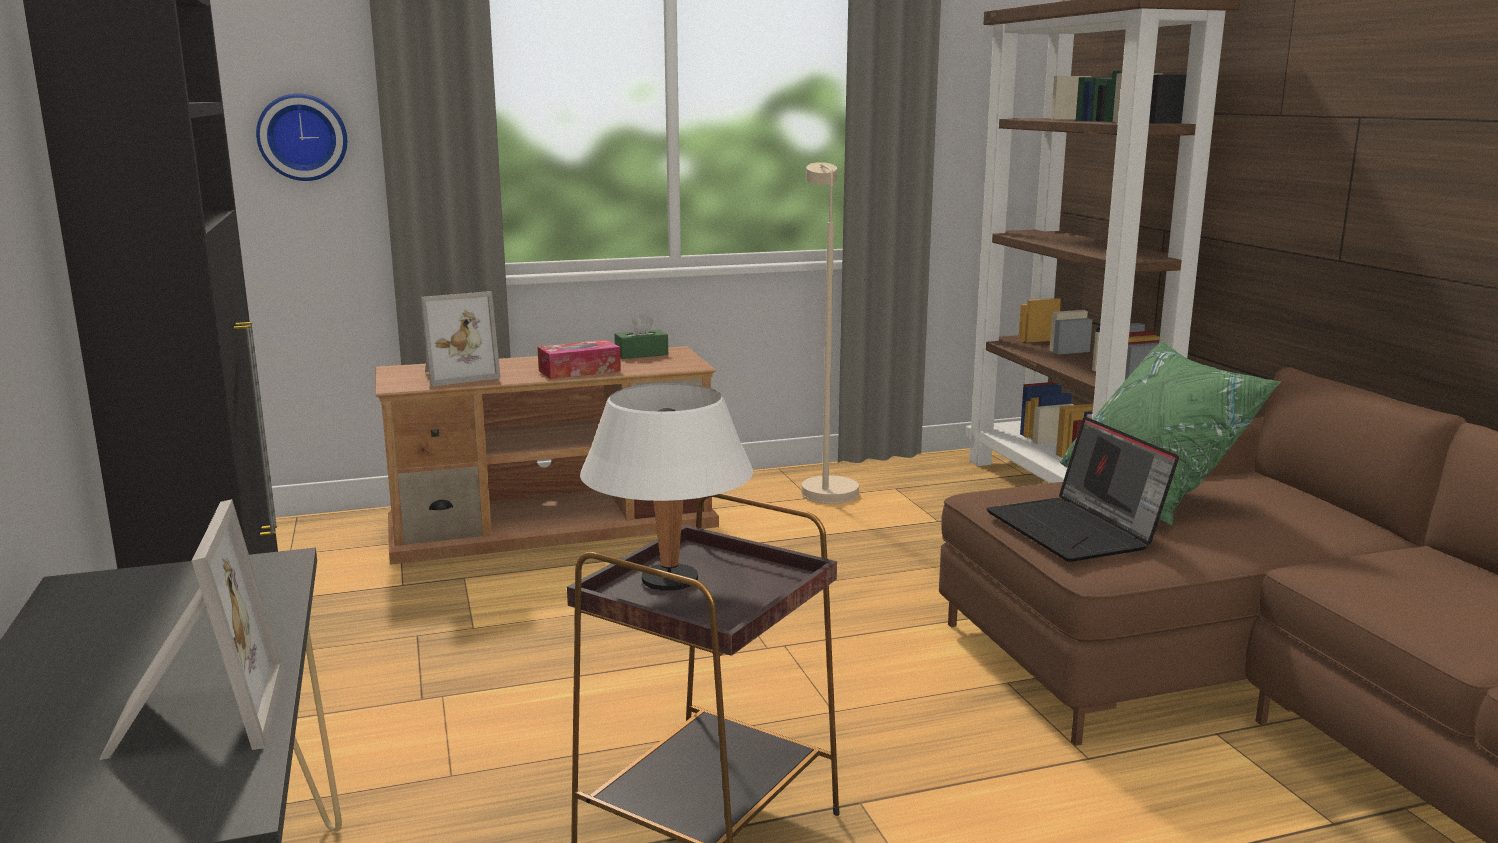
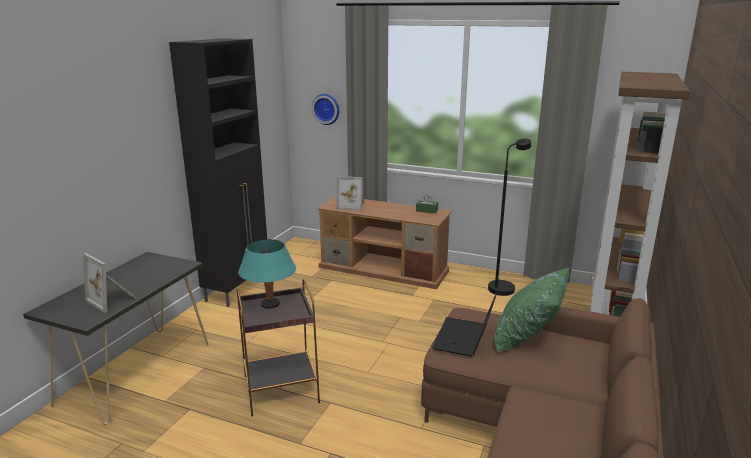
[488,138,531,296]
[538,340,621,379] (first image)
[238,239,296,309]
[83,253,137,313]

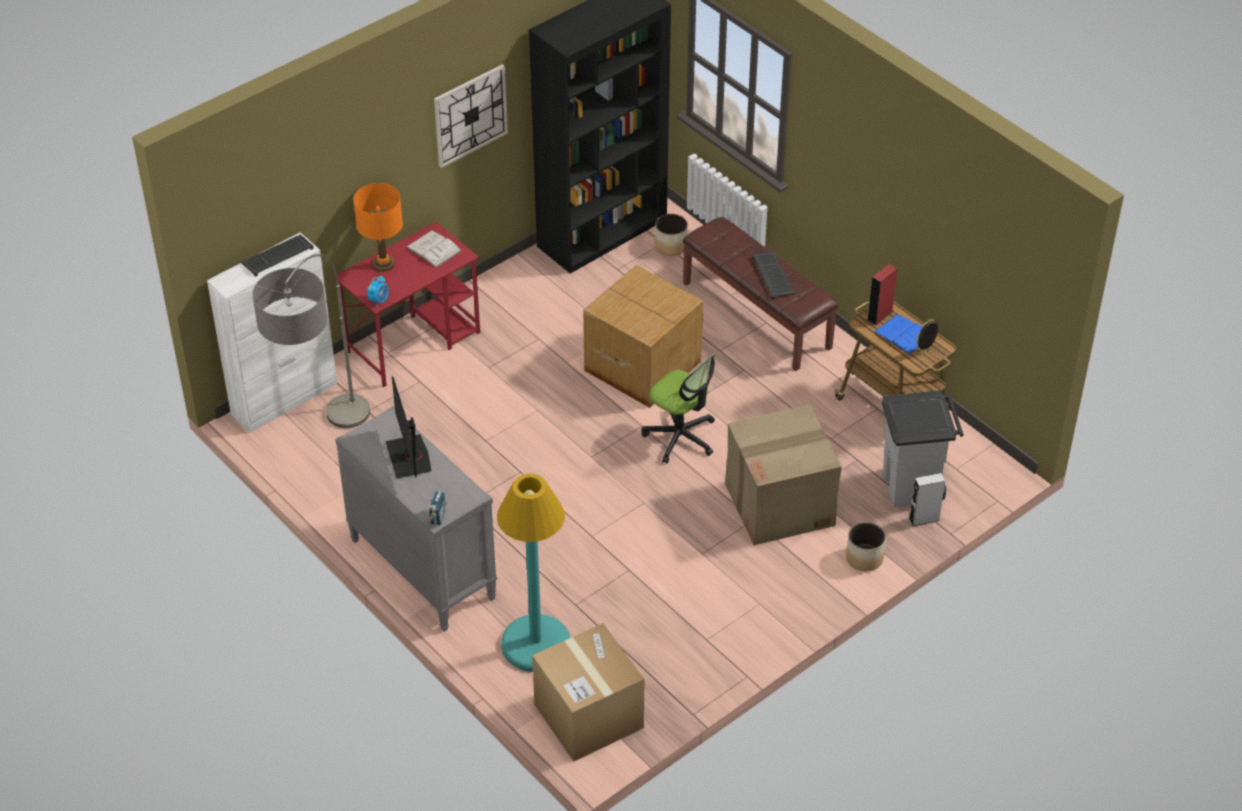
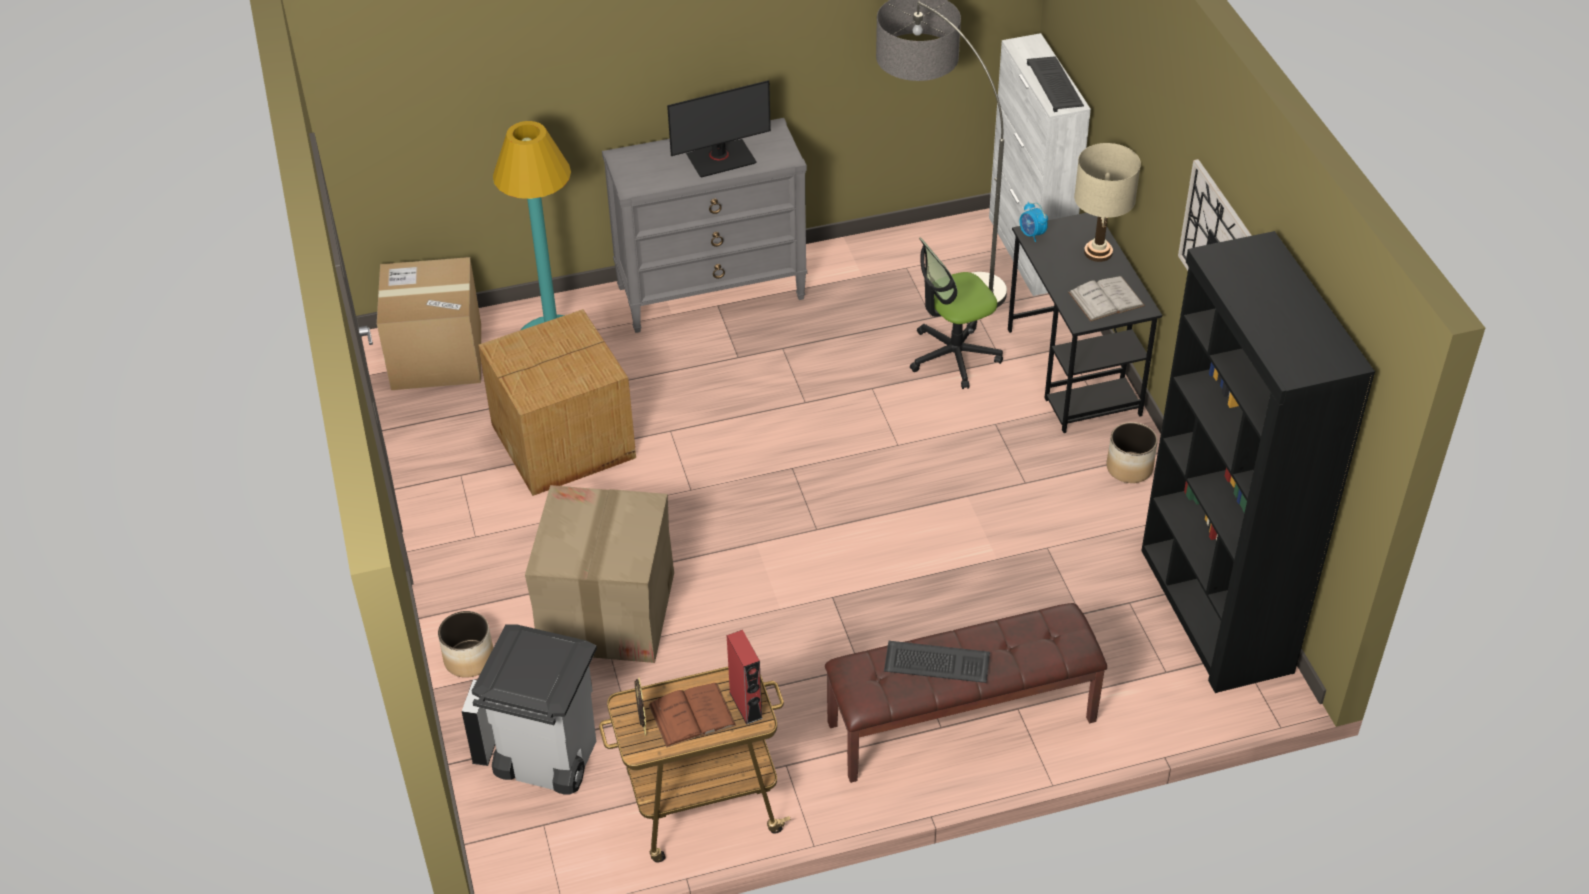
[1074,143,1141,262]
[1107,422,1158,483]
[1008,213,1162,433]
[478,309,636,496]
[649,683,736,748]
[910,237,1003,389]
[667,80,771,178]
[427,491,447,525] (first image)

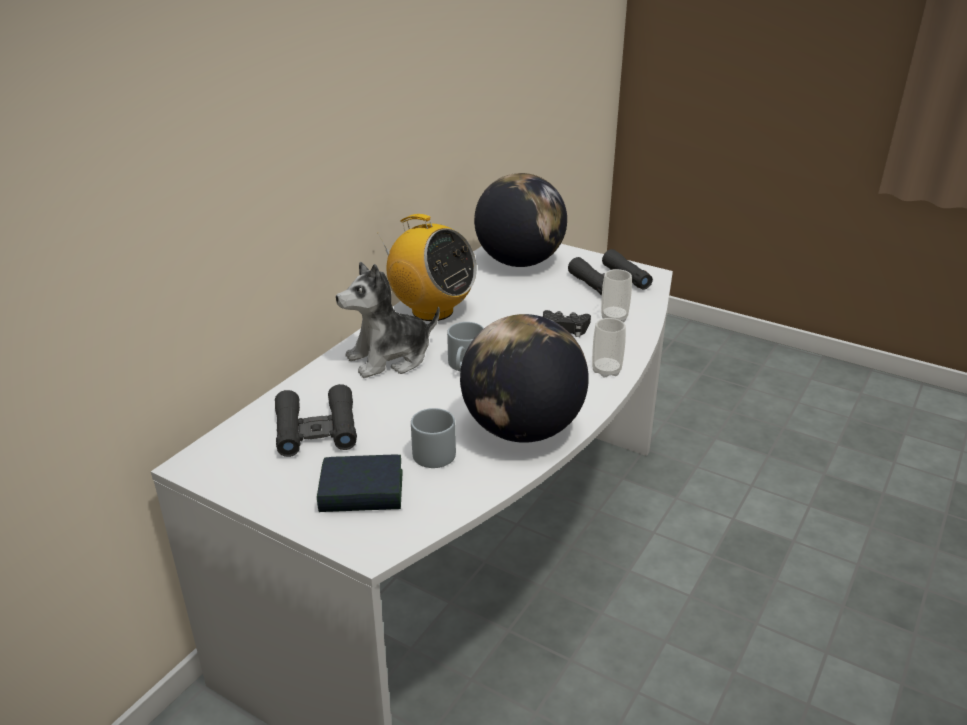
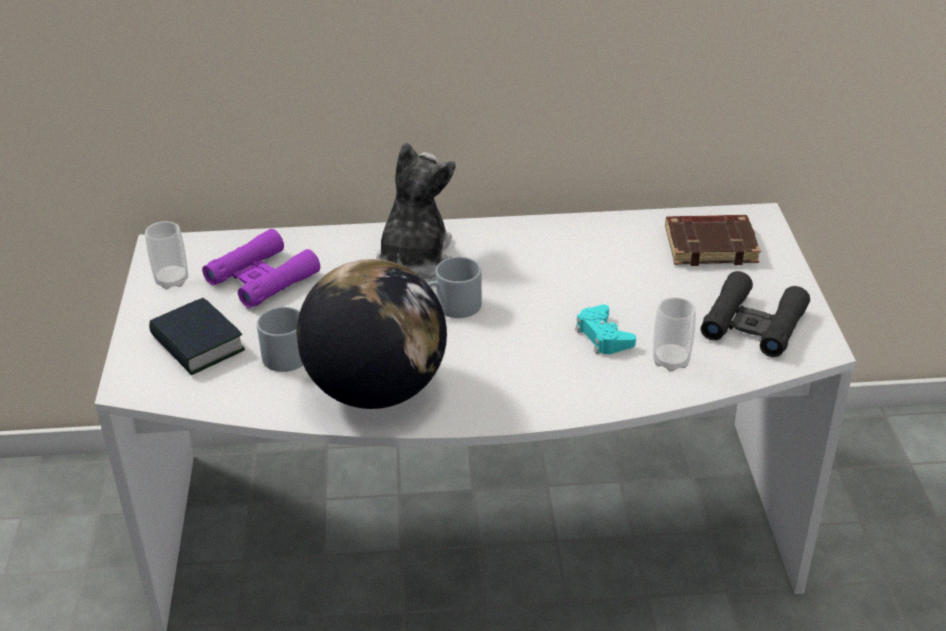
[665,215,761,266]
[378,214,477,321] (first image)
[376,142,456,279]
[576,305,636,354]
[145,221,188,290]
[202,229,320,308]

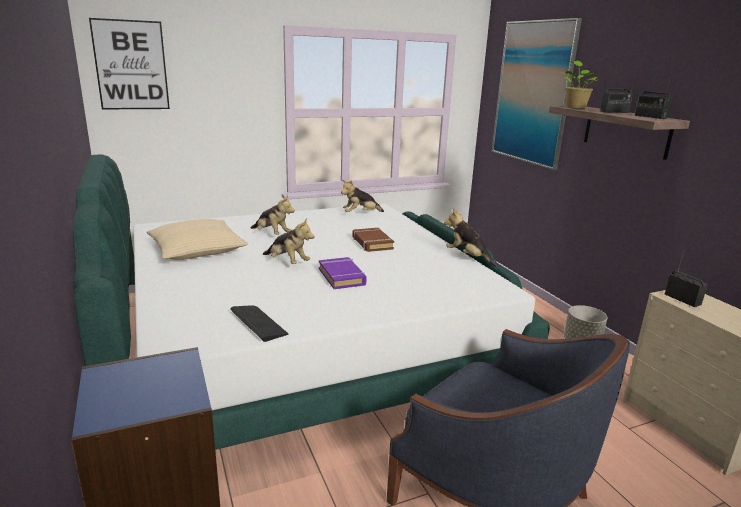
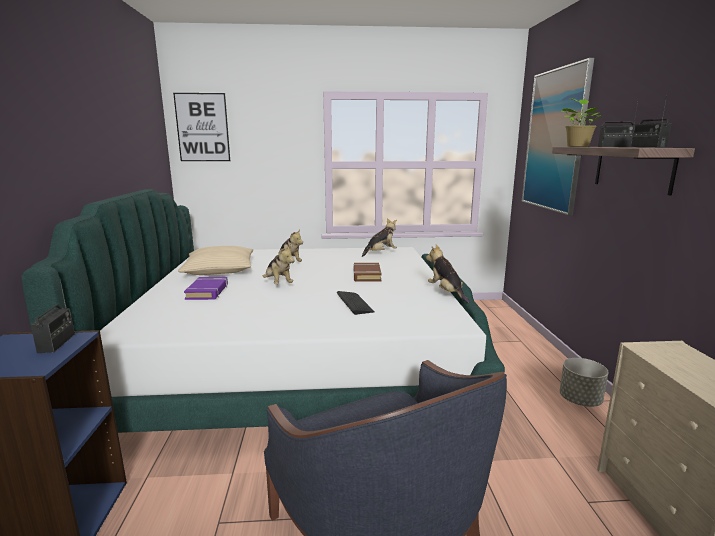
[362,218,397,257]
[31,279,75,353]
[184,277,228,300]
[337,291,375,315]

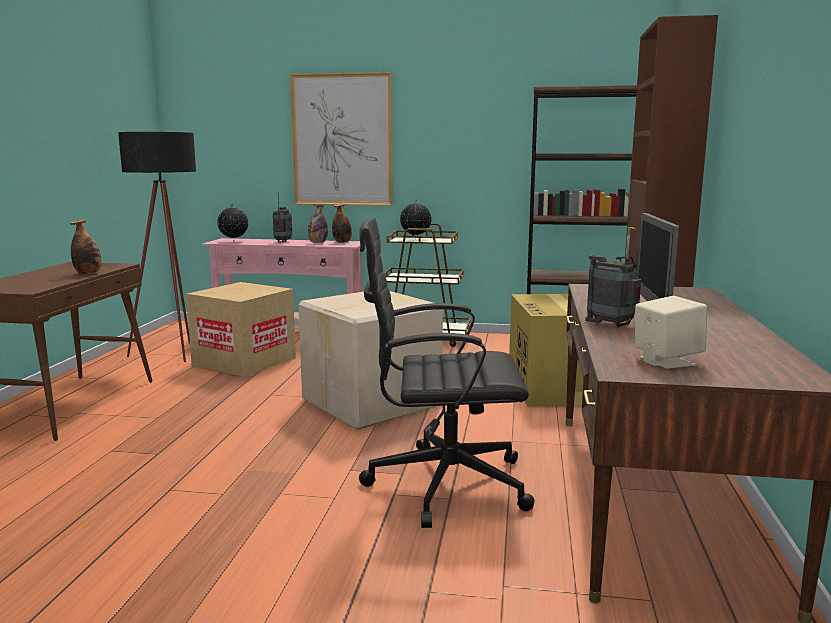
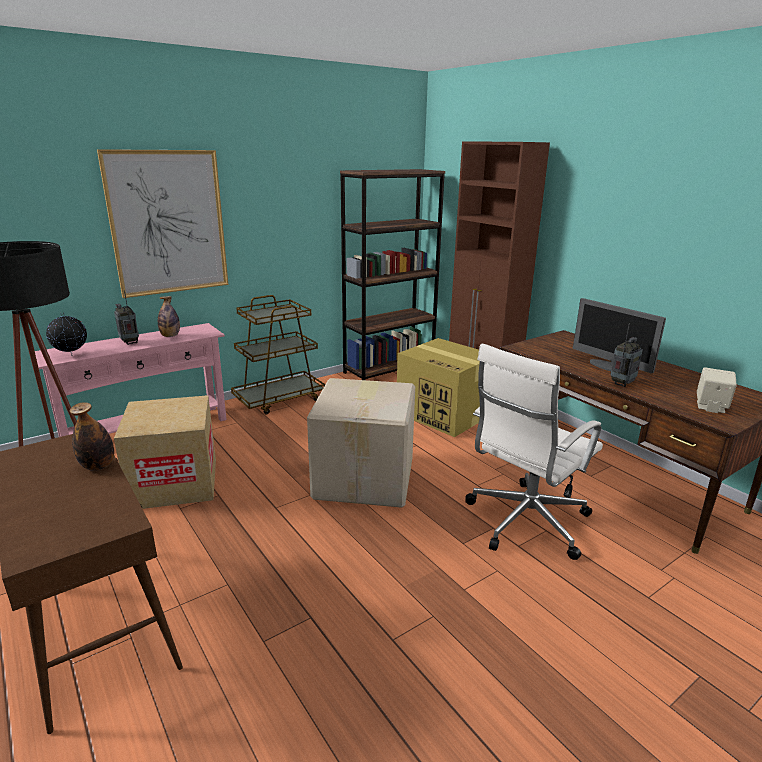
[400,199,432,239] (first image)
[332,204,352,243] (first image)
[465,343,603,560]
[610,323,643,387]

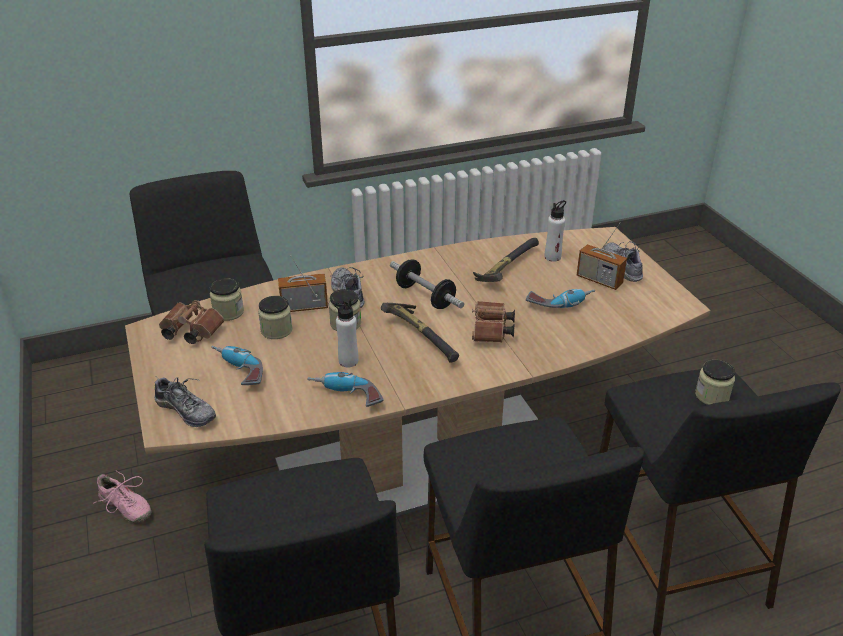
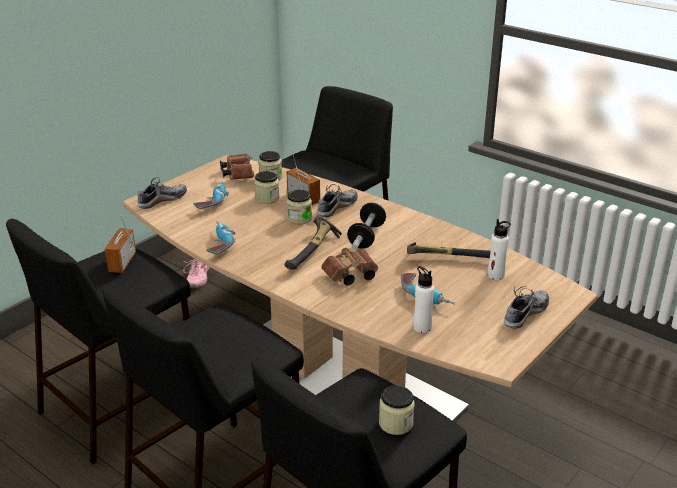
[105,215,136,273]
[413,266,434,333]
[137,177,187,209]

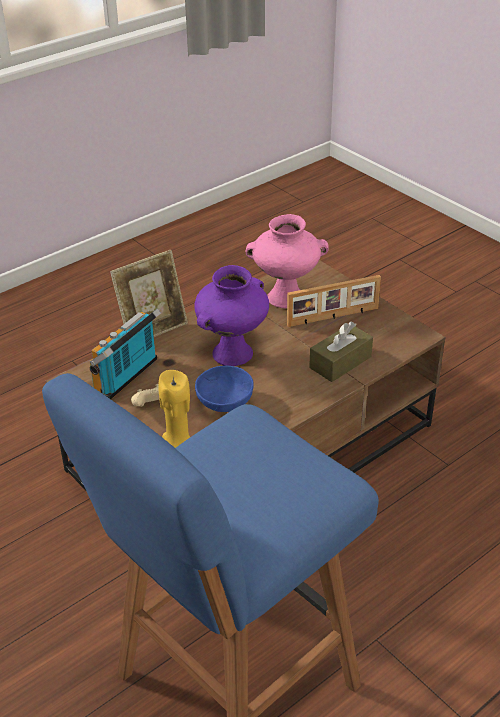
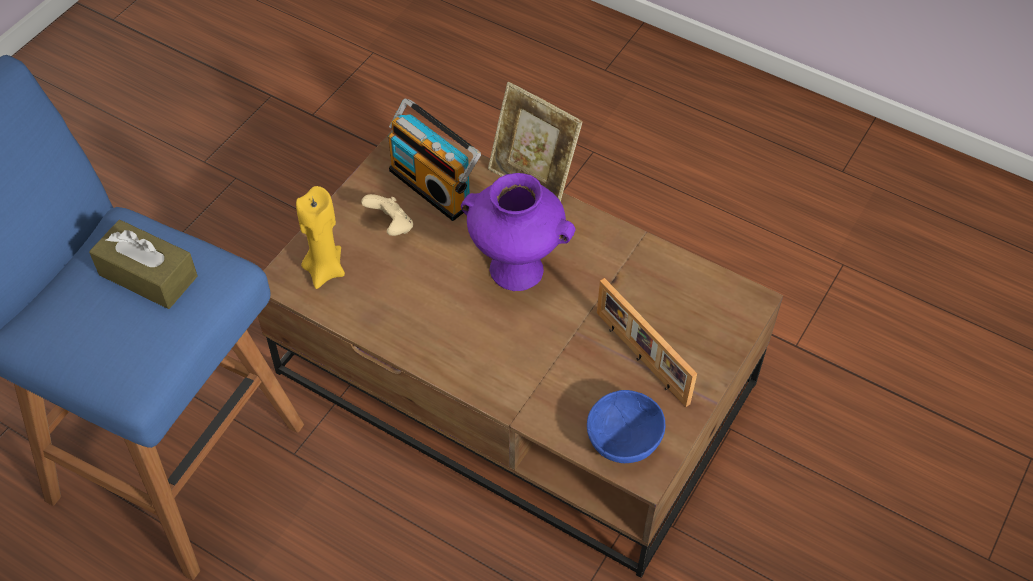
[246,214,329,309] (first image)
[388,99,481,221]
[89,220,198,309]
[587,390,665,463]

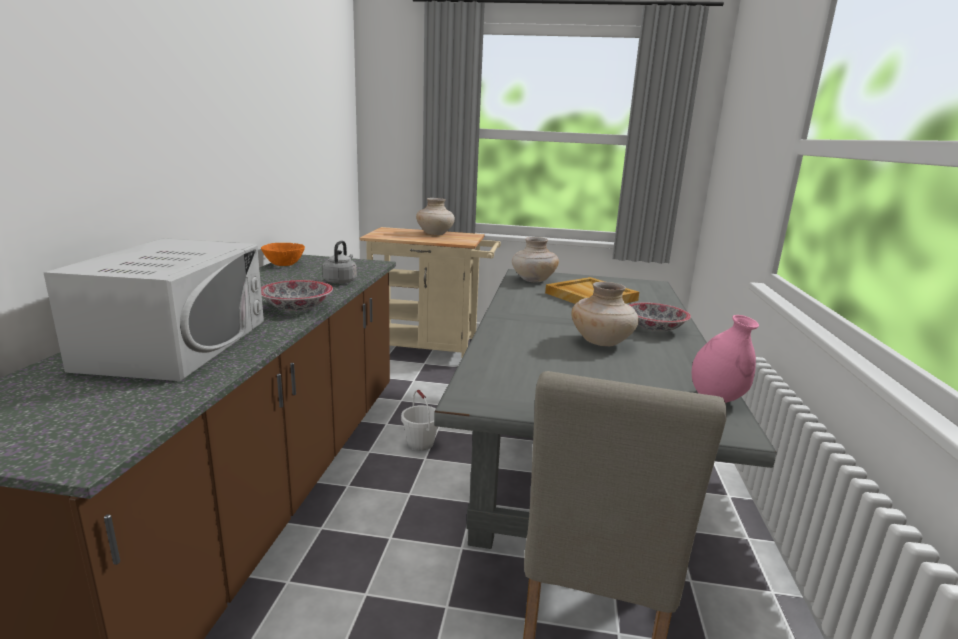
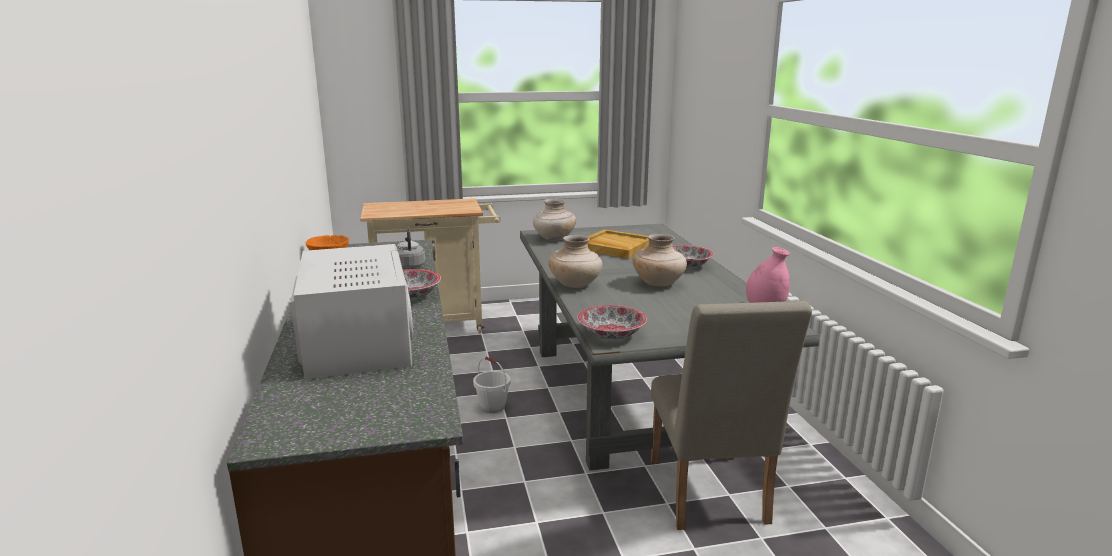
[548,235,603,288]
[577,305,647,339]

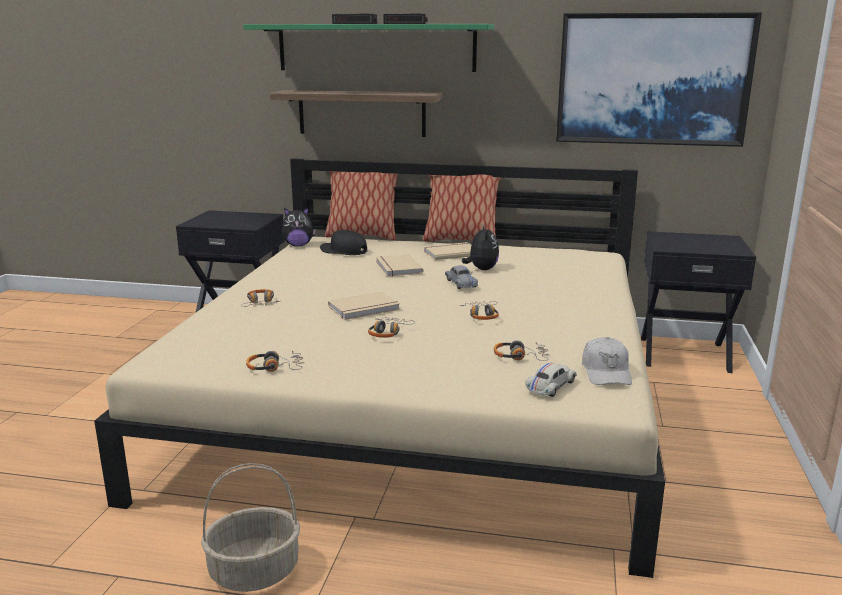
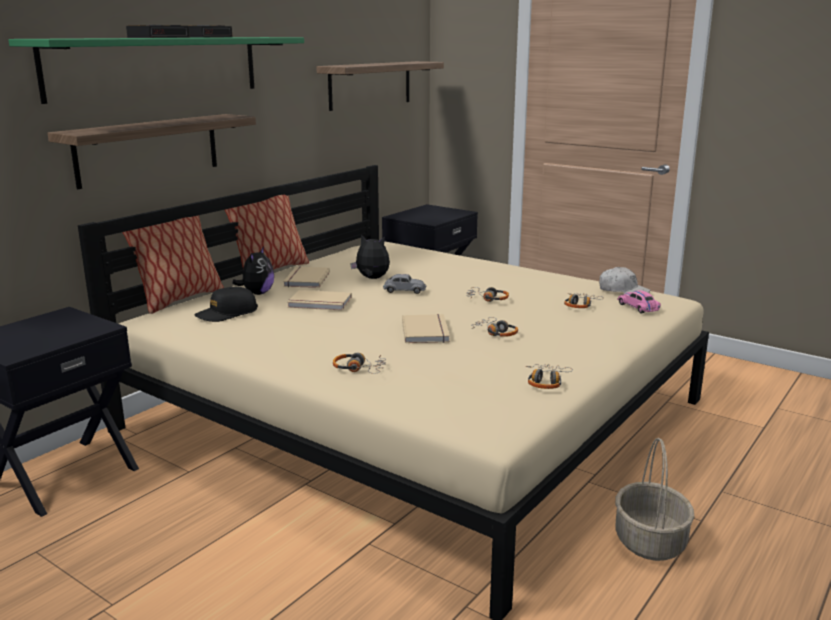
[316,61,444,111]
[232,247,274,295]
[617,290,661,314]

